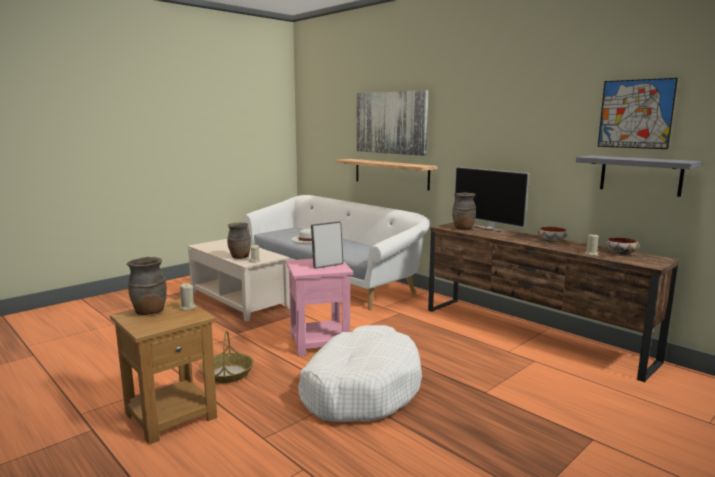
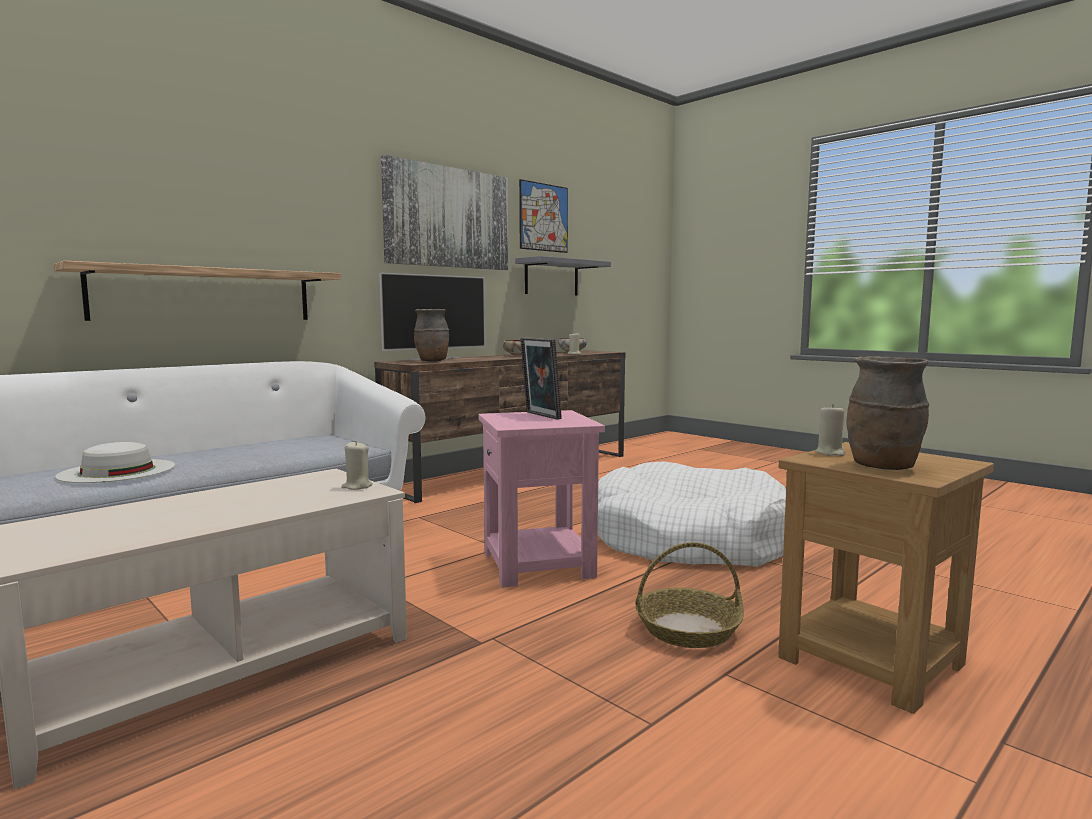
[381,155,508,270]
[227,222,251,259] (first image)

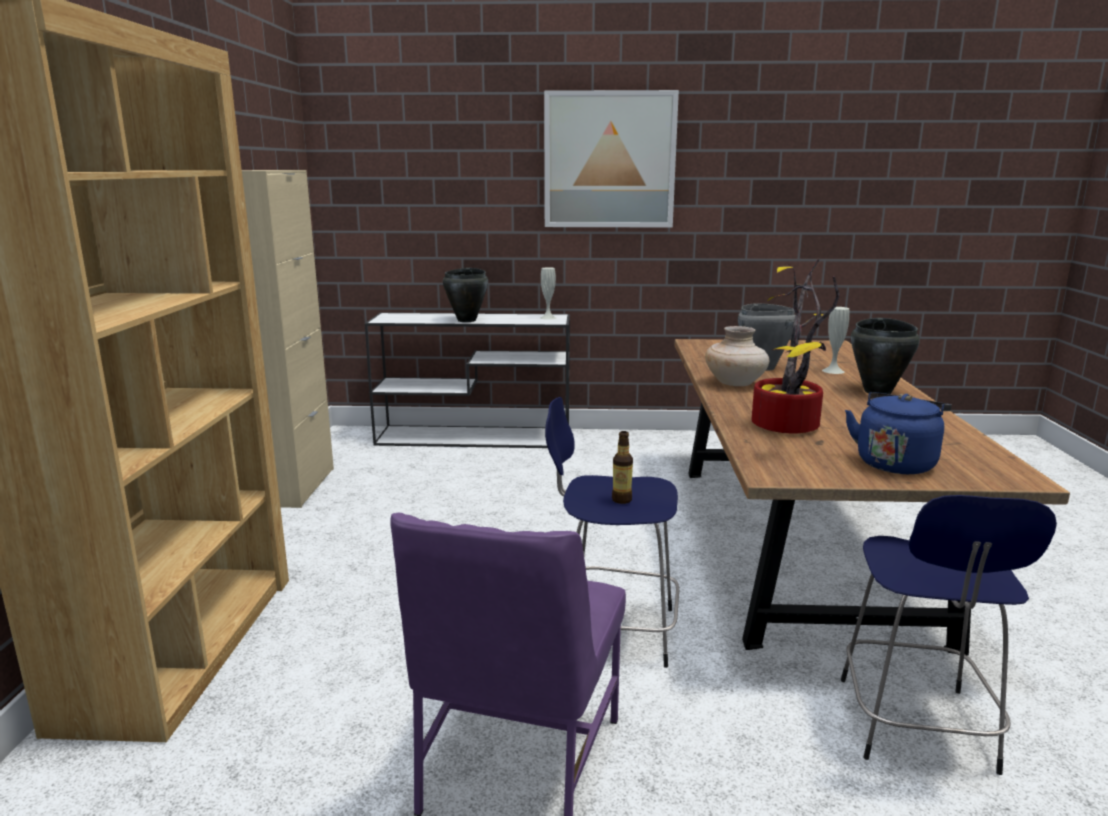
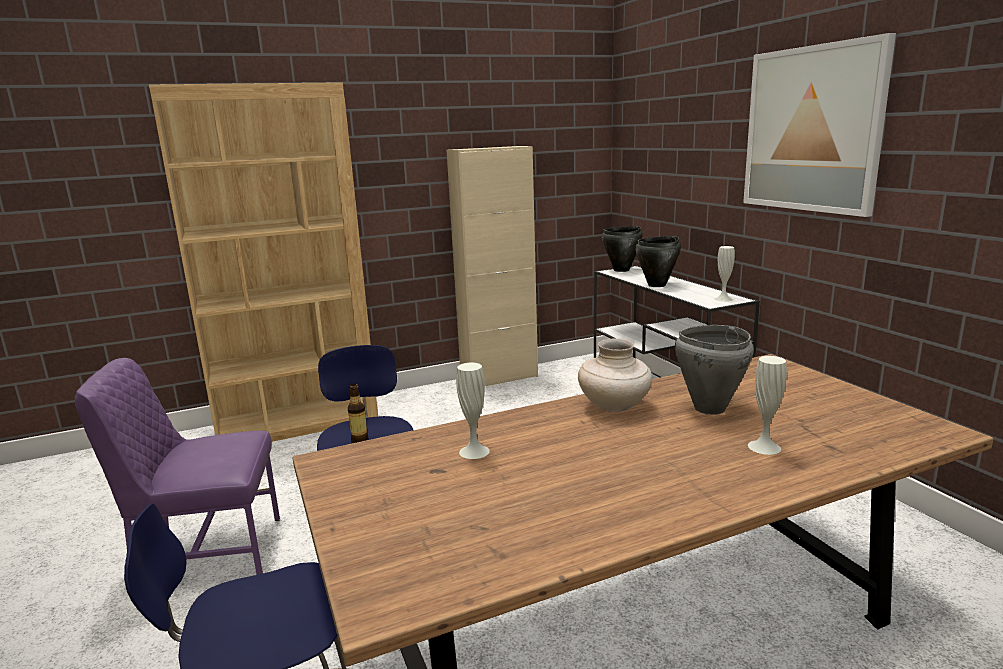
[456,363,490,459]
[602,226,643,272]
[845,392,952,474] (first image)

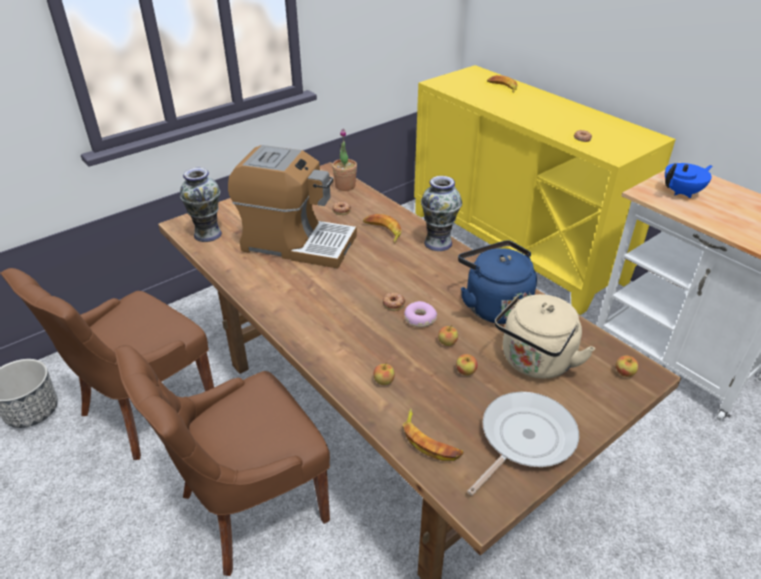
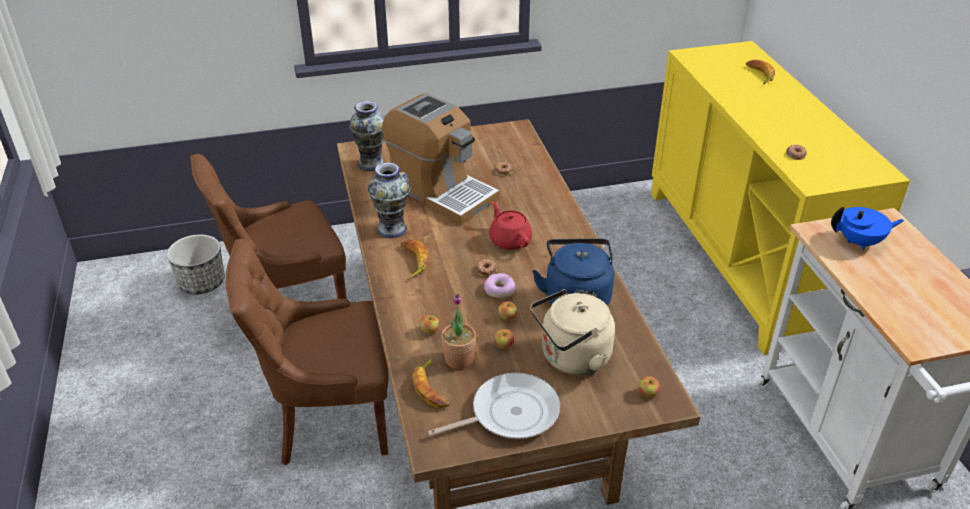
[441,294,476,369]
[368,162,411,238]
[401,239,429,278]
[489,201,532,250]

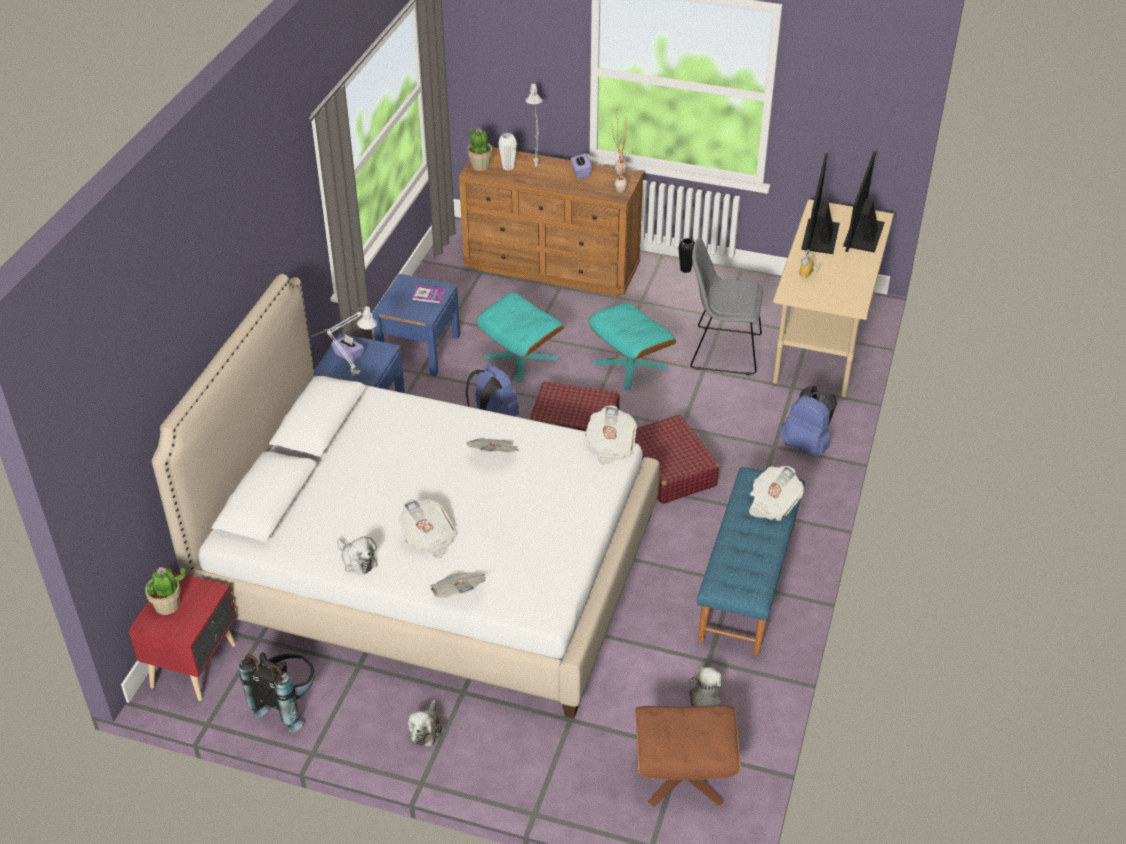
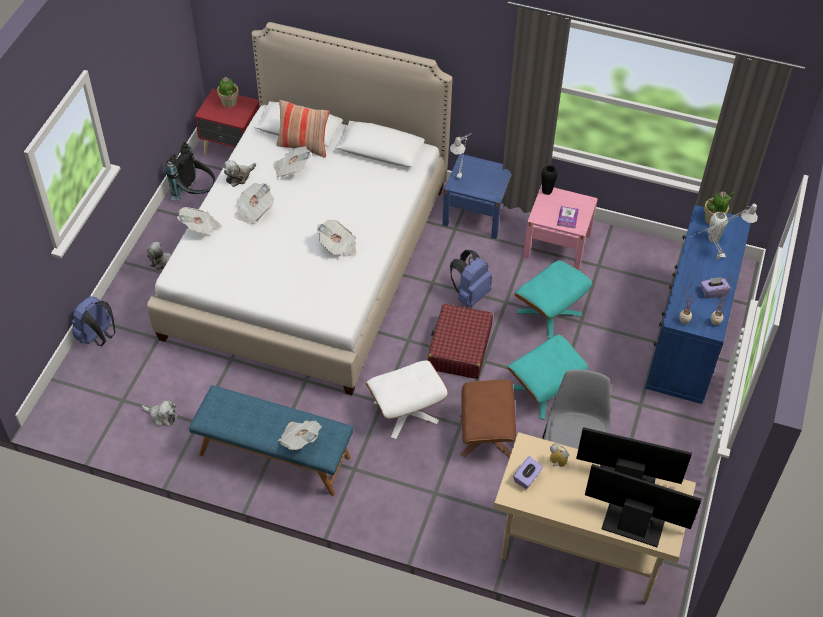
[645,205,751,404]
[541,165,558,195]
[523,184,598,270]
[513,456,543,489]
[72,296,116,346]
[273,146,311,178]
[365,360,448,439]
[460,379,516,458]
[276,100,329,158]

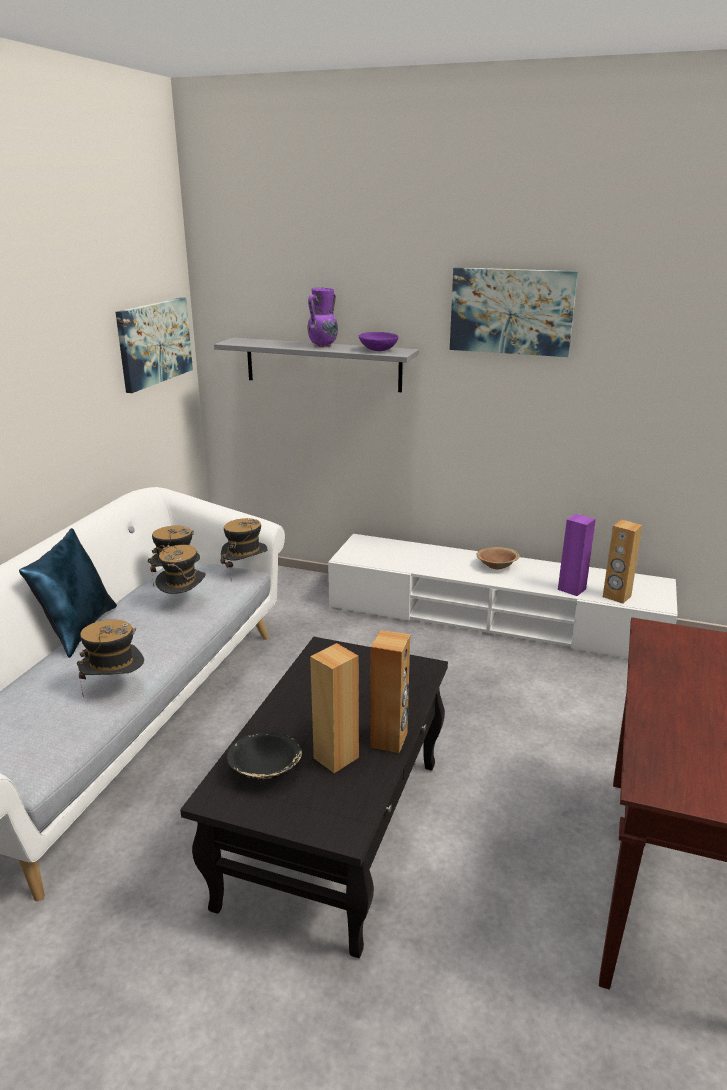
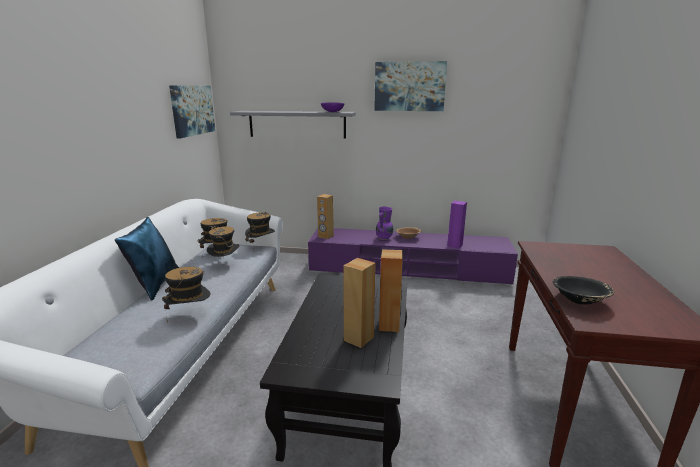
[376,206,393,240]
[317,194,334,239]
[308,228,518,285]
[553,276,614,305]

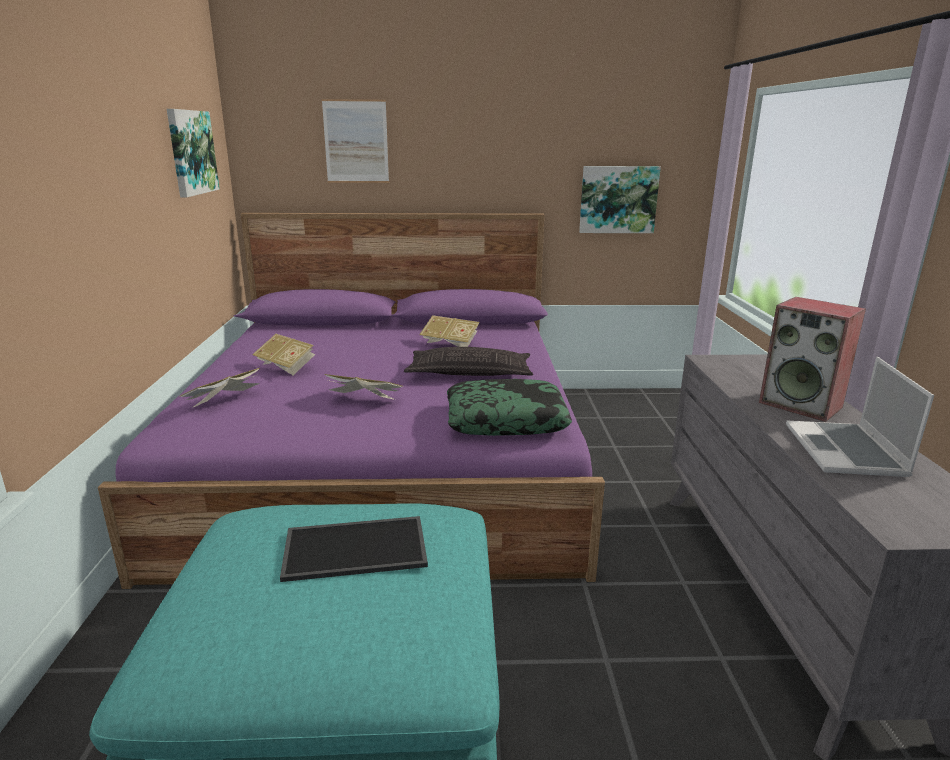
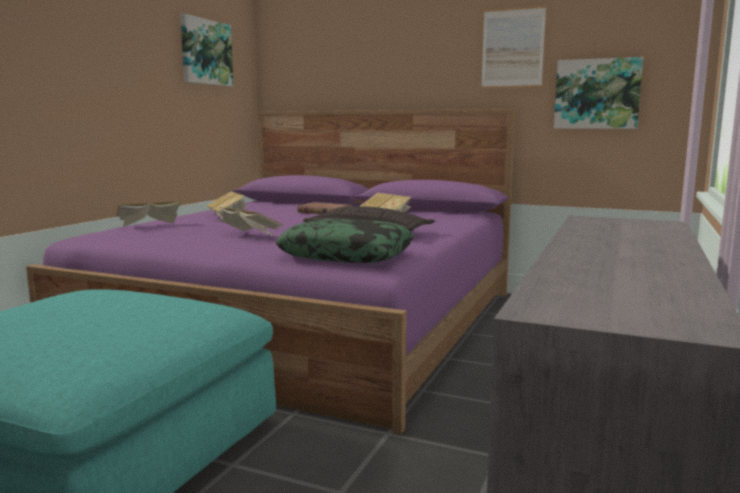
[481,6,546,88]
[759,297,866,422] (first image)
[786,357,934,477] (first image)
[280,516,428,582] (first image)
[297,202,351,214]

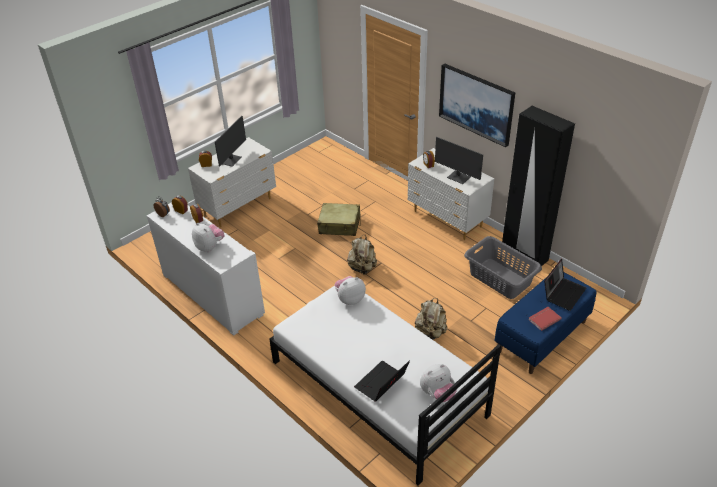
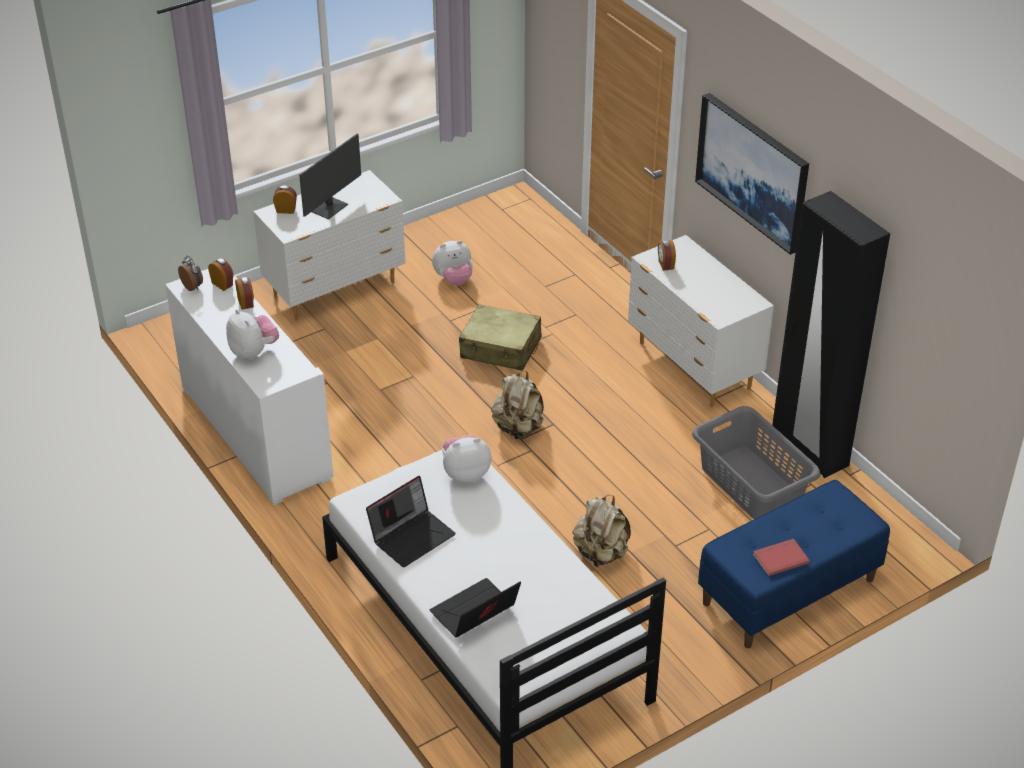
[435,137,483,184] (first image)
[366,476,456,567]
[432,240,472,285]

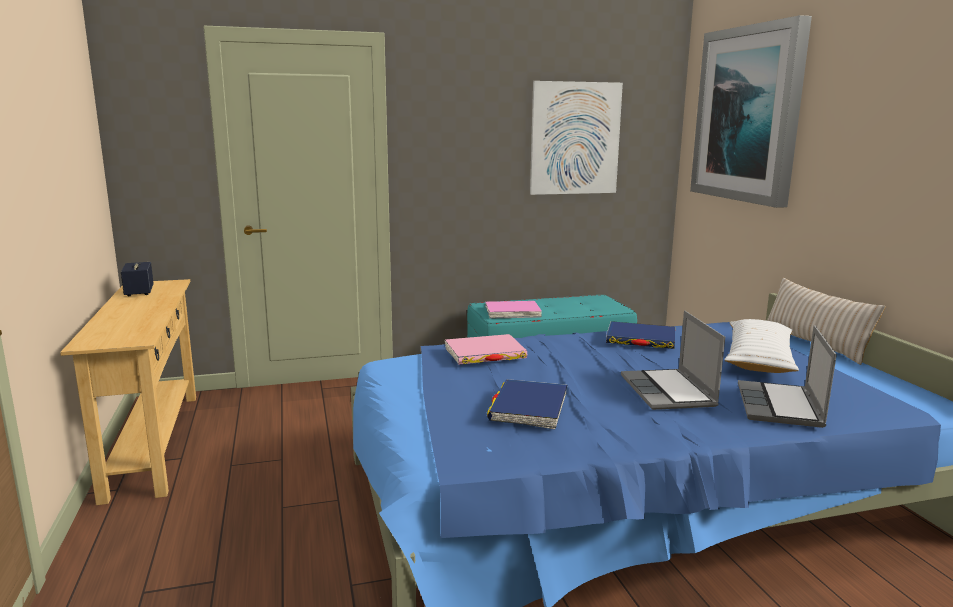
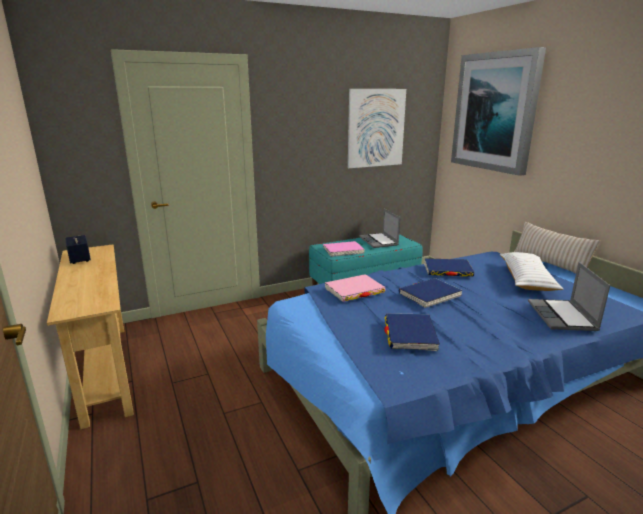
[359,209,400,248]
[399,278,463,308]

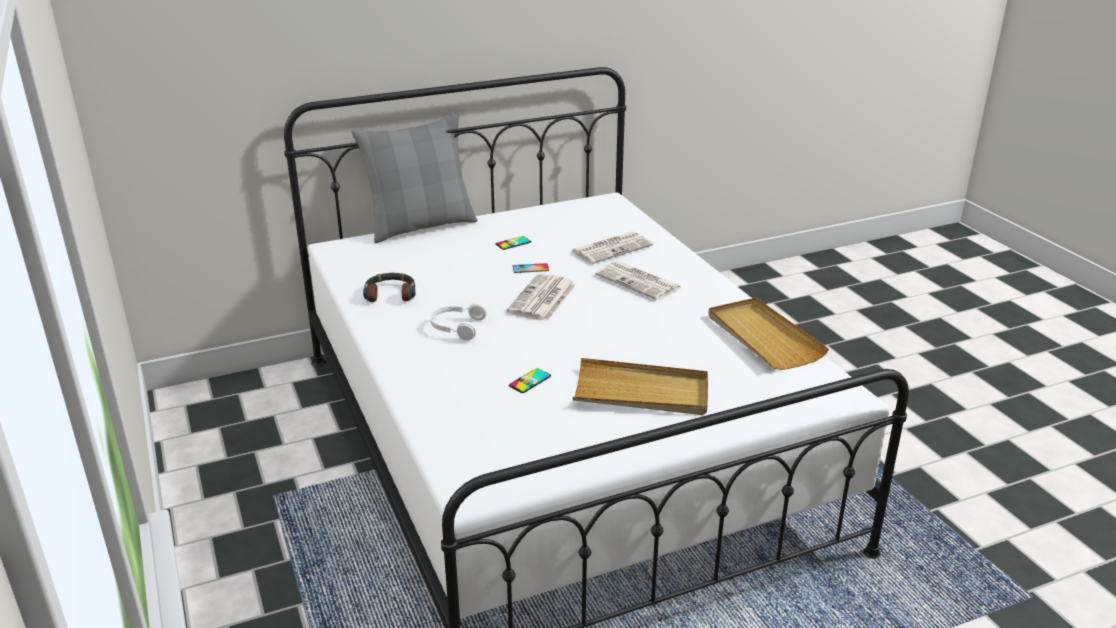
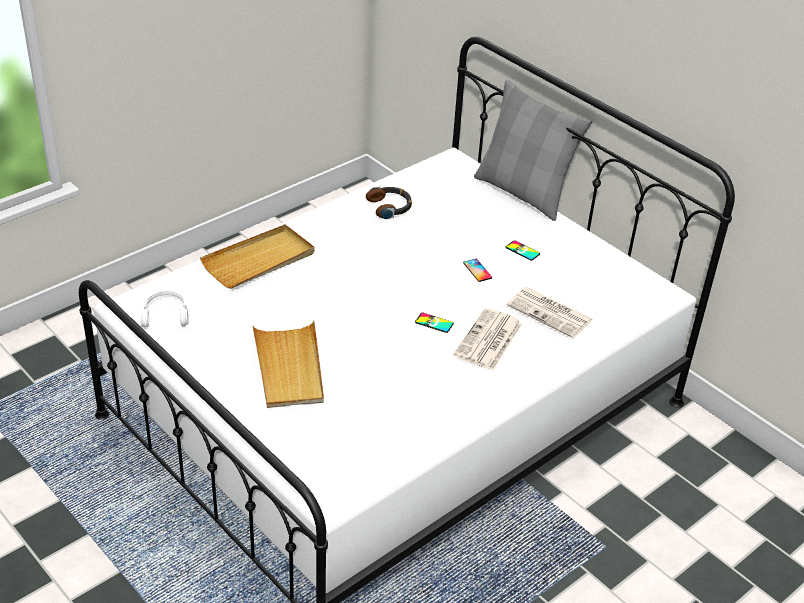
[507,274,576,321] (first image)
[200,224,314,289]
[140,291,188,327]
[415,313,454,333]

